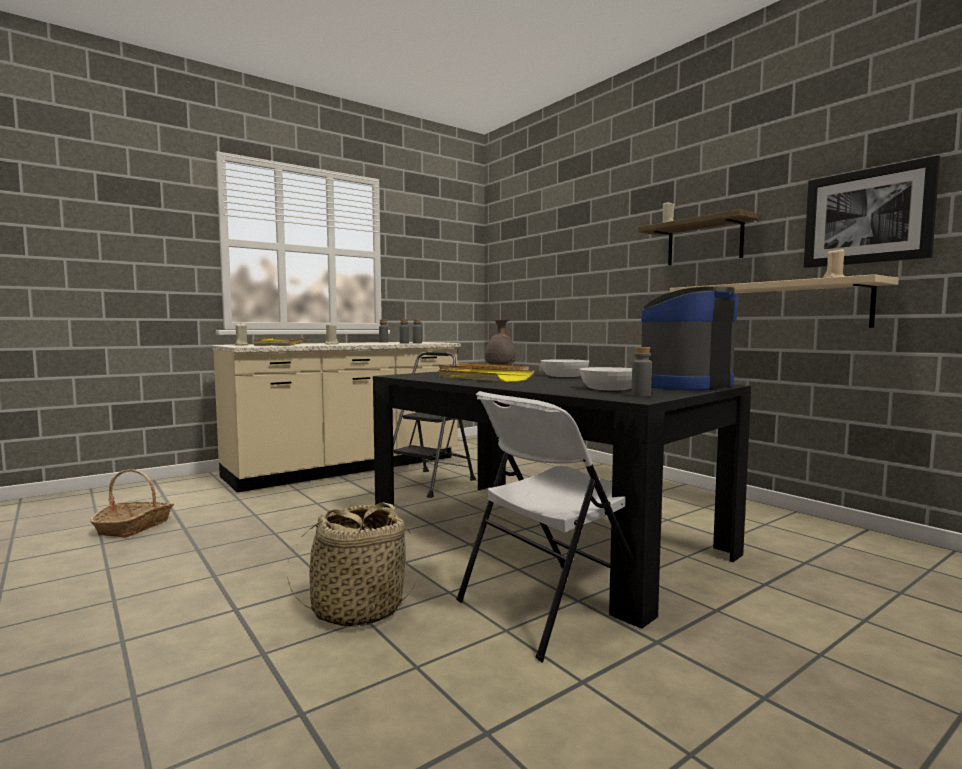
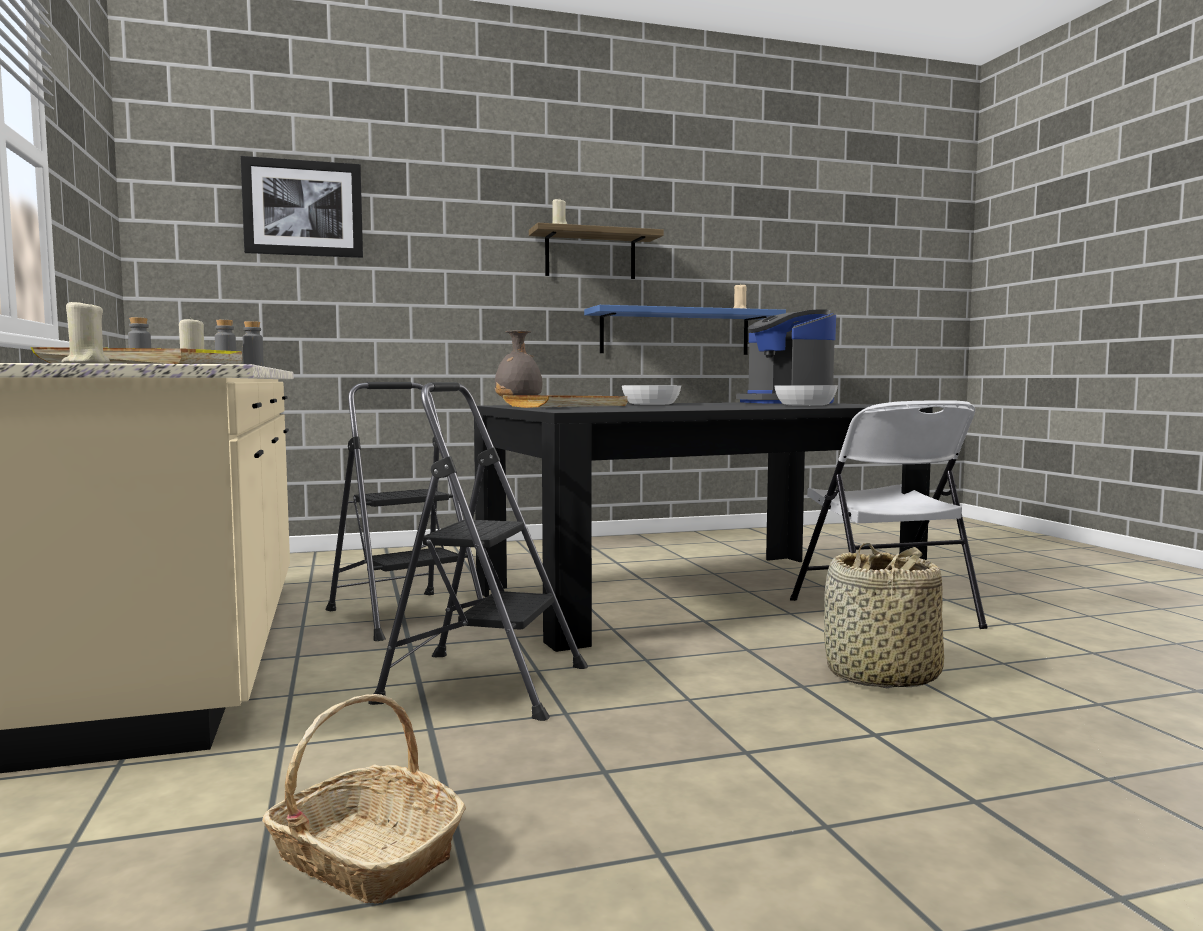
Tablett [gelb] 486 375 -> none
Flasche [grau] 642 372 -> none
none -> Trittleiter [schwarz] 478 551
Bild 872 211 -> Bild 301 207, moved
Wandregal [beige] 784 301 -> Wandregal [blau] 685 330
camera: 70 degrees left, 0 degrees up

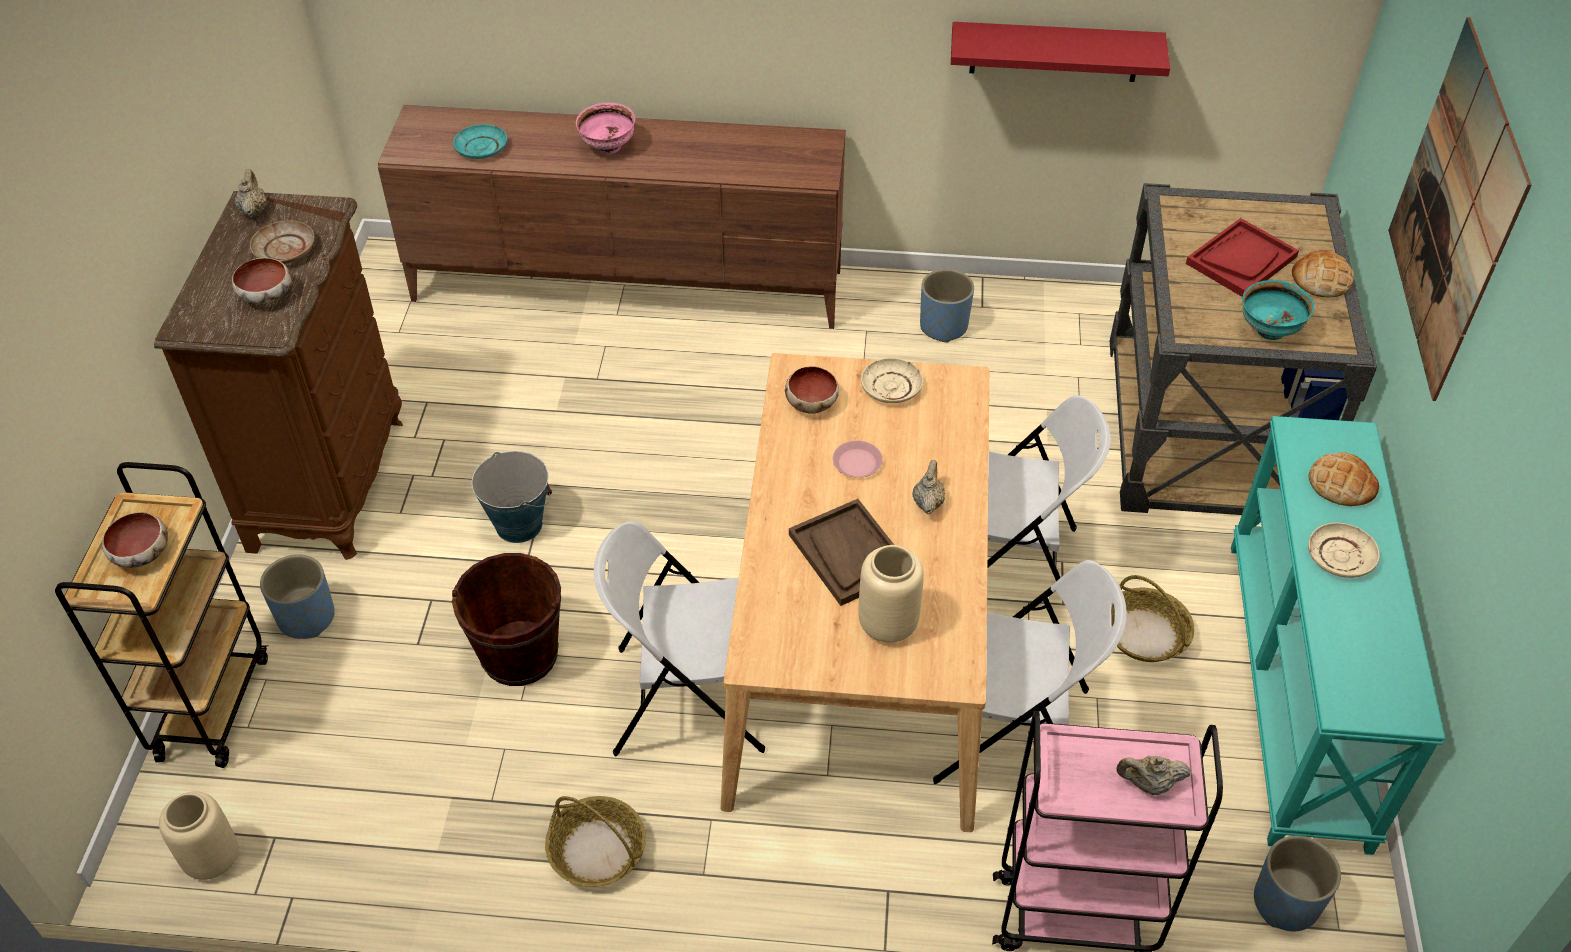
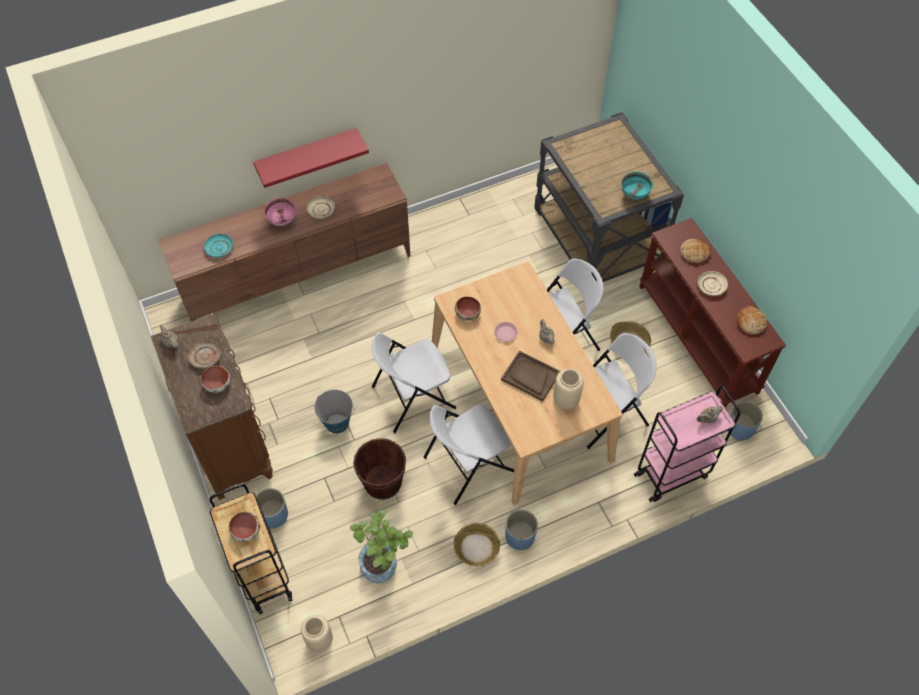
Tablett [rot] 1242 257 -> none
Bild 1460 209 -> none
none -> Topfpflanze 381 546
none -> Stuhl [weiß] 414 382
Teller [beige] 892 380 -> Teller [beige] 321 207, moved
Pflanzkübel [blau] 947 306 -> Pflanzkübel [blau] 522 530, moved
Wandregal [rot] 1060 52 -> Wandregal [rot] 311 158, moved
Brot 1323 273 -> Brot 751 320, moved
Konsolentisch [türkis] 1338 635 -> Konsolentisch [braun] 712 313
camera: 30 degrees left, 10 degrees up

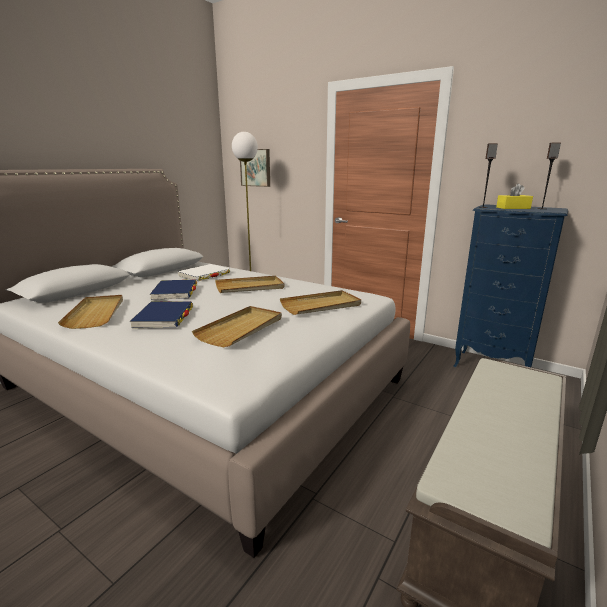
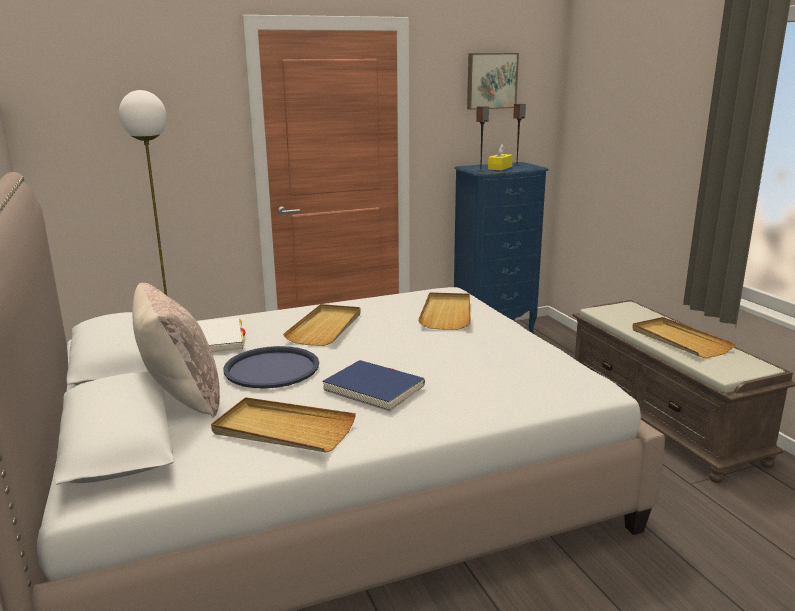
none -> Kissen [beige] 176 350
Tablett [beige] 237 326 -> Tablett [beige] 683 337, moved
Bild 255 168 -> Bild 493 81, moved
Buch [blau] 173 290 -> Tablett [blau] 271 367
camera: 55 degrees left, 0 degrees up

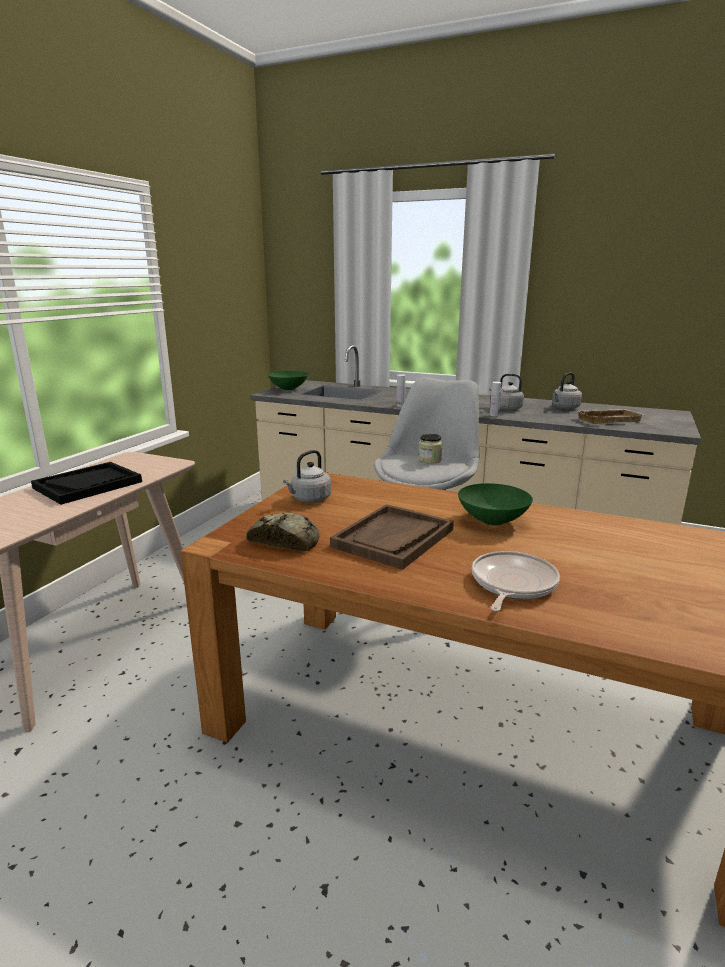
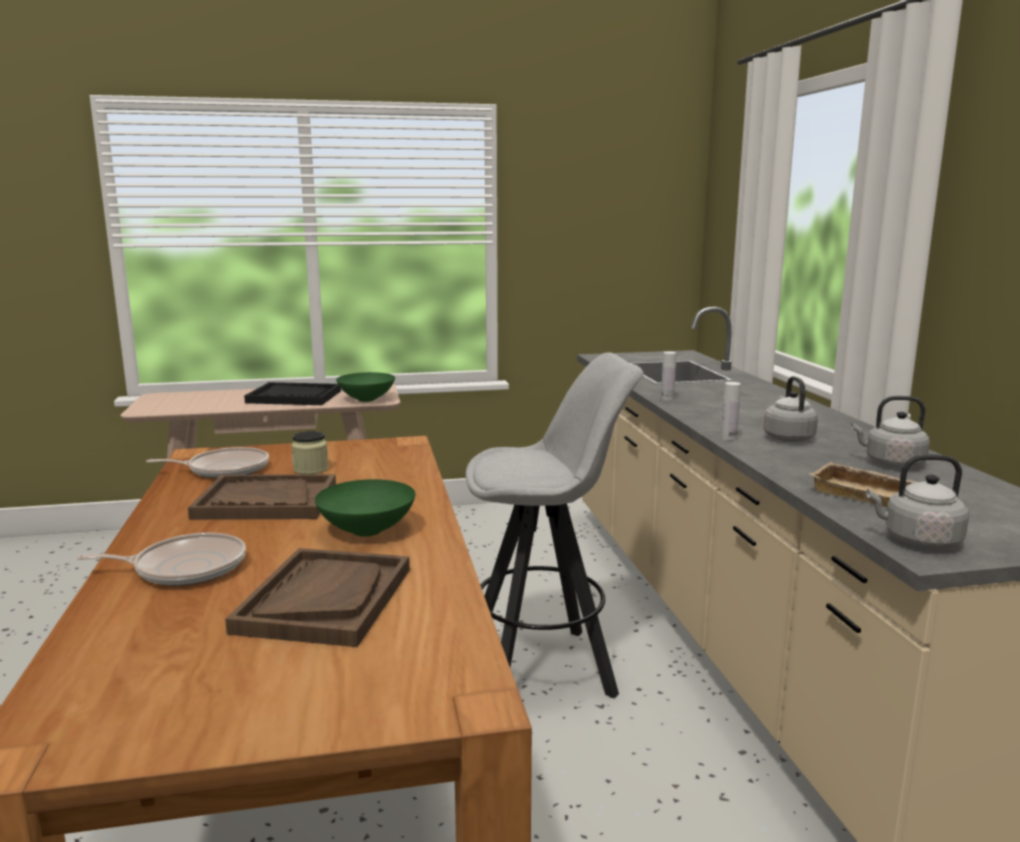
none -> Tablett [braun] 317 597
Schüssel [grün] 288 380 -> Schüssel [grün] 365 387, moved
Wasserkessel [grau] 307 476 -> Wasserkessel [grau] 917 501, moved
Vorratsglas 430 449 -> Vorratsglas 309 452, moved
Brot 282 531 -> Pfanne 207 462
camera: 55 degrees right, 5 degrees down

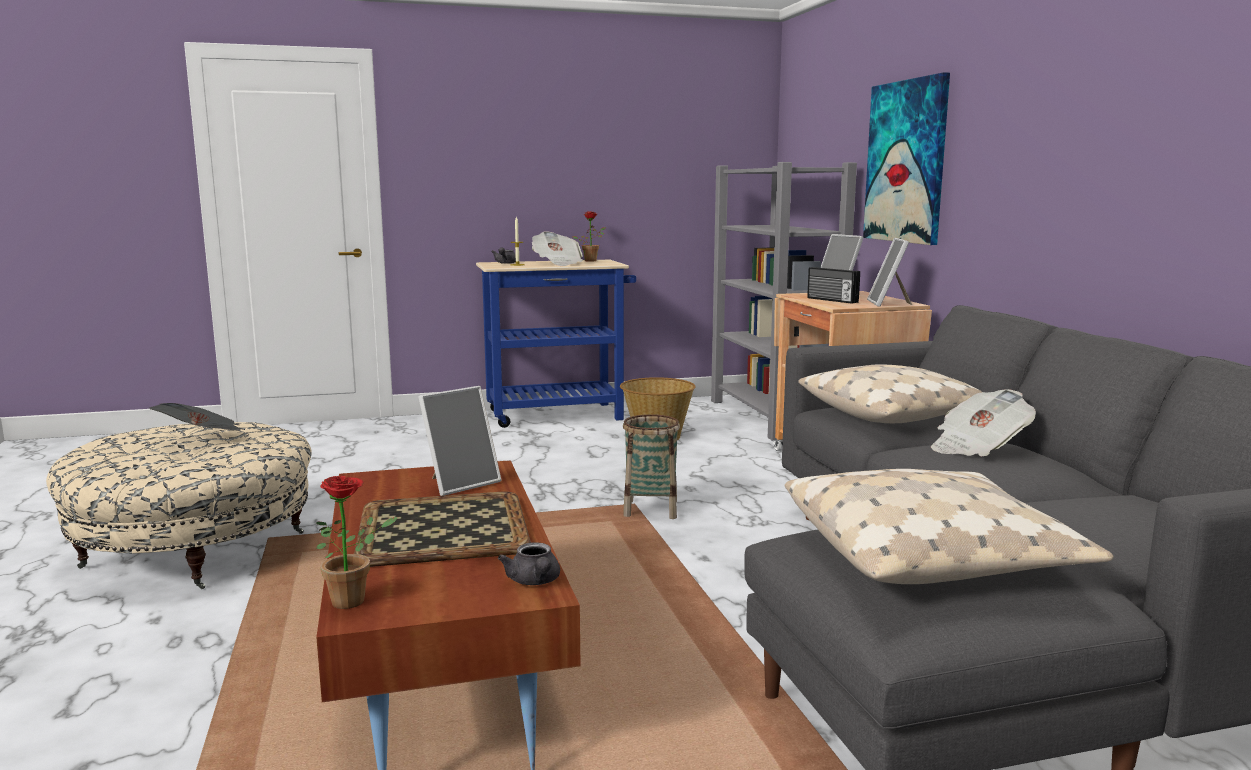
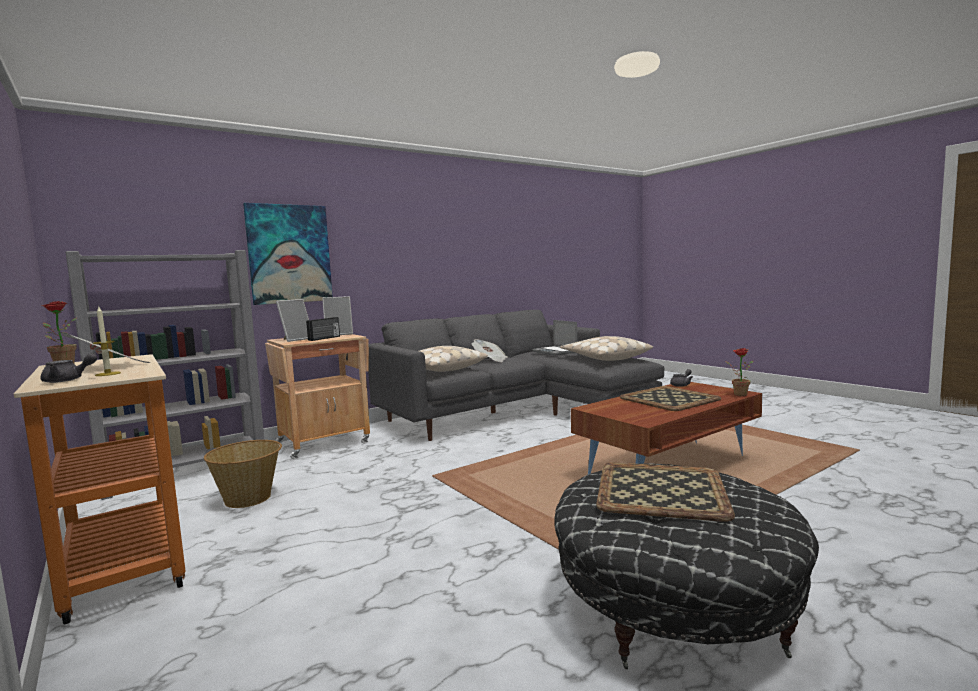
Bilderrahmen 460 441 -> none
Korb 651 466 -> none
none -> Laptop 554 338
Zeitung 196 416 -> Tablett 665 492
Polsterhocker [beige] 179 505 -> Polsterhocker [schwarz] 686 566
Rollwagen [blau] 556 344 -> Rollwagen [orange] 100 489
camera: 110 degrees left, 5 degrees down

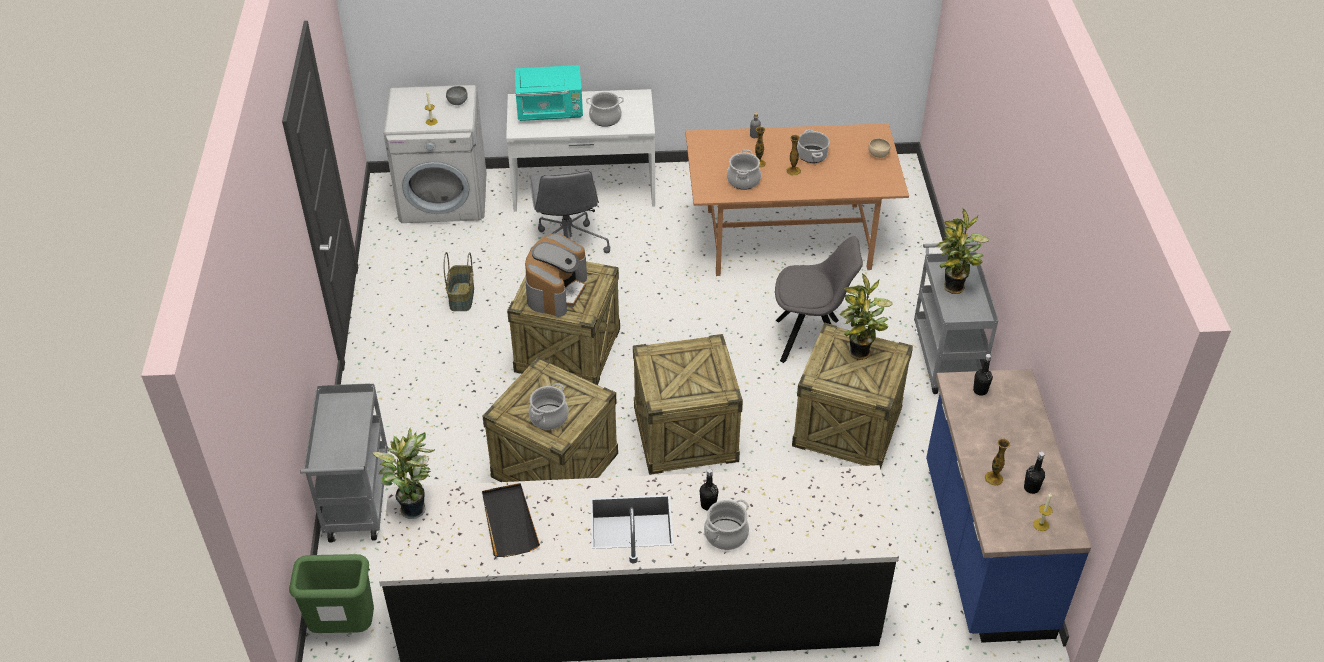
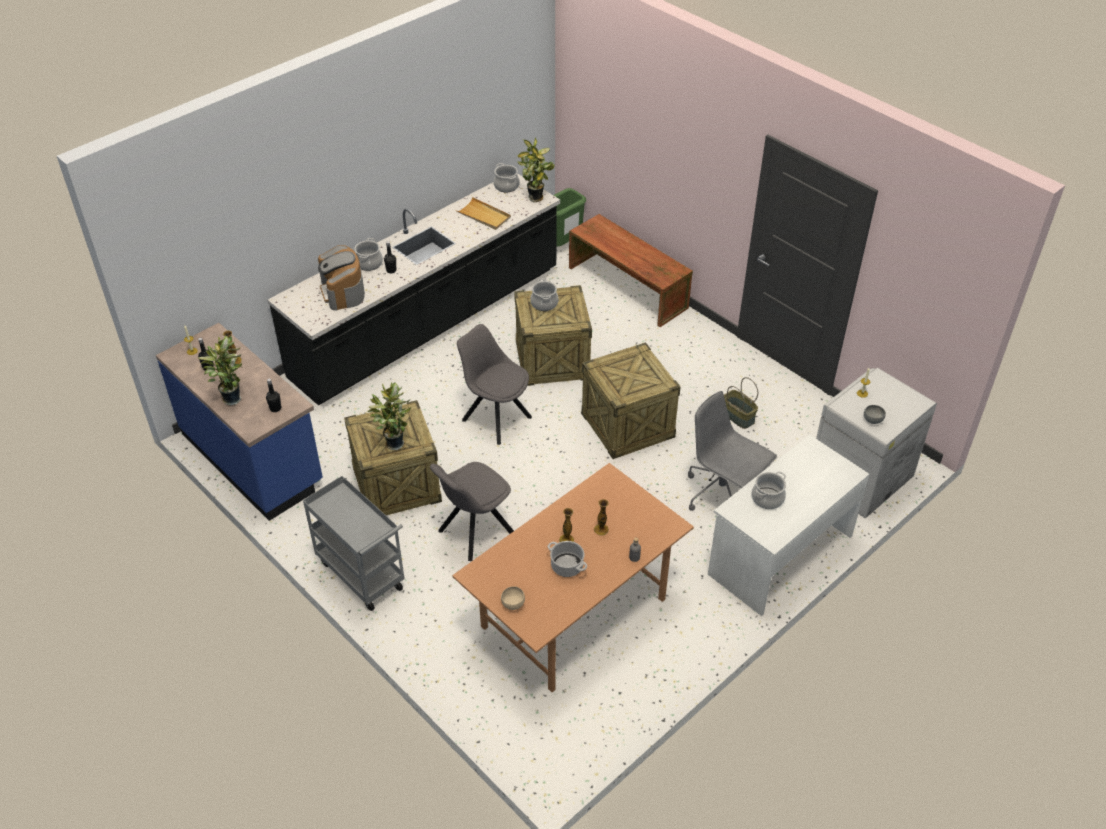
Mikrowelle [türkis] 549 93 -> none
Kaffeemaschine 556 275 -> Kaffeemaschine 341 278, moved
Kochtopf 744 169 -> Kochtopf 506 177, moved
Topfpflanze 962 250 -> Topfpflanze 220 370, moved
Rollwagen [grau] 344 462 -> Bank [braun] 631 270
Kiste 688 404 -> Stuhl [grau] 494 384
Tablett [schwarz] 511 520 -> Tablett [beige] 483 213
camera: 140 degrees right, 0 degrees up

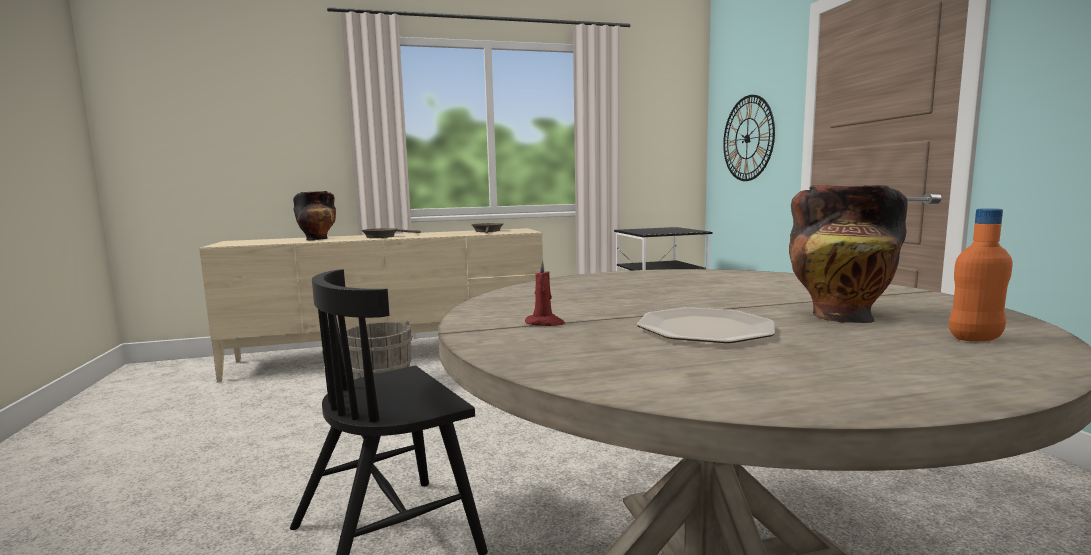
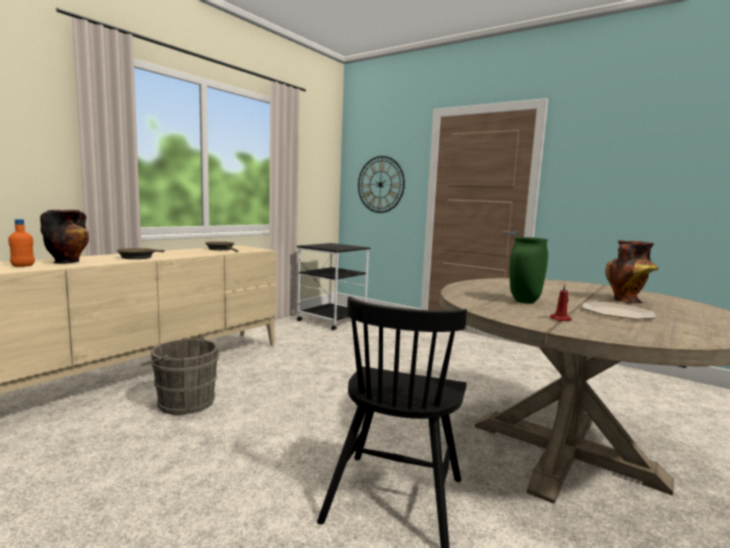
none -> Vase [grün] 528 270
Flasche [orange] 981 274 -> Flasche [orange] 21 243, moved
camera: 40 degrees left, 0 degrees up

